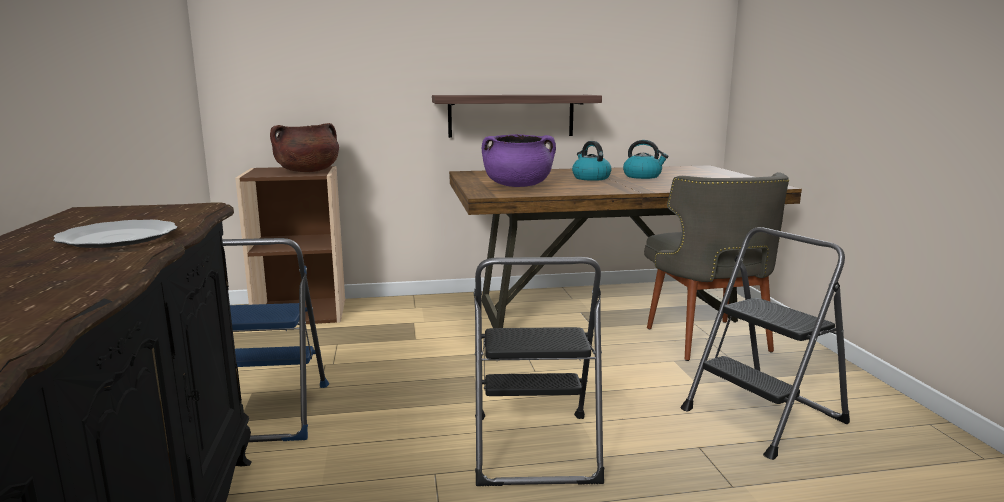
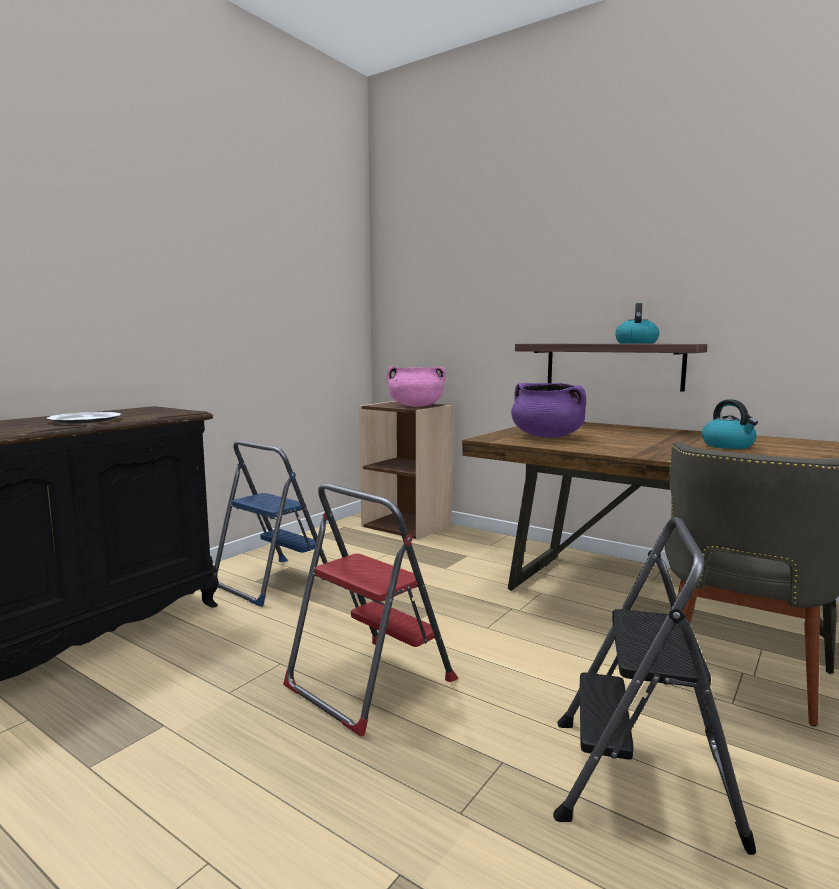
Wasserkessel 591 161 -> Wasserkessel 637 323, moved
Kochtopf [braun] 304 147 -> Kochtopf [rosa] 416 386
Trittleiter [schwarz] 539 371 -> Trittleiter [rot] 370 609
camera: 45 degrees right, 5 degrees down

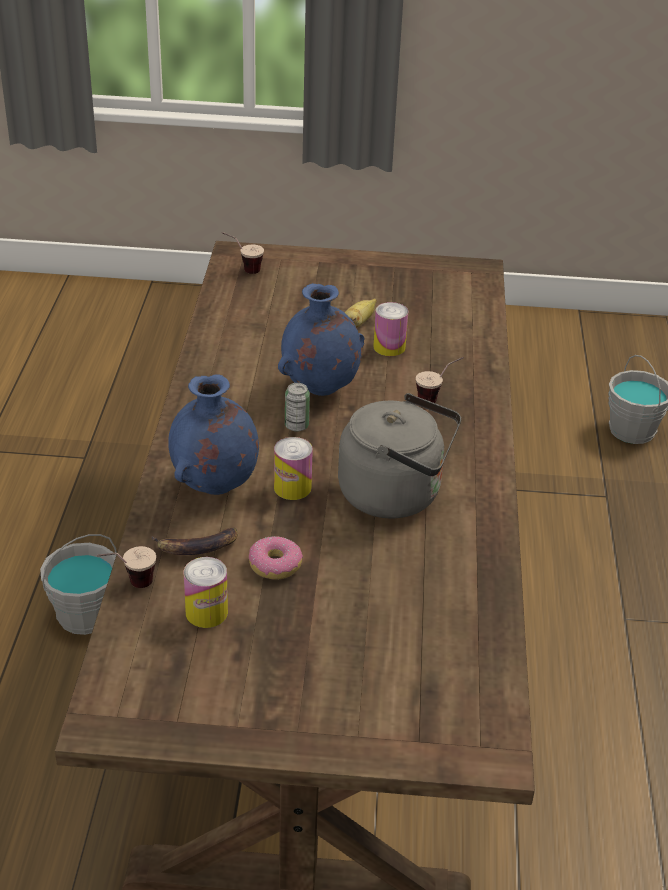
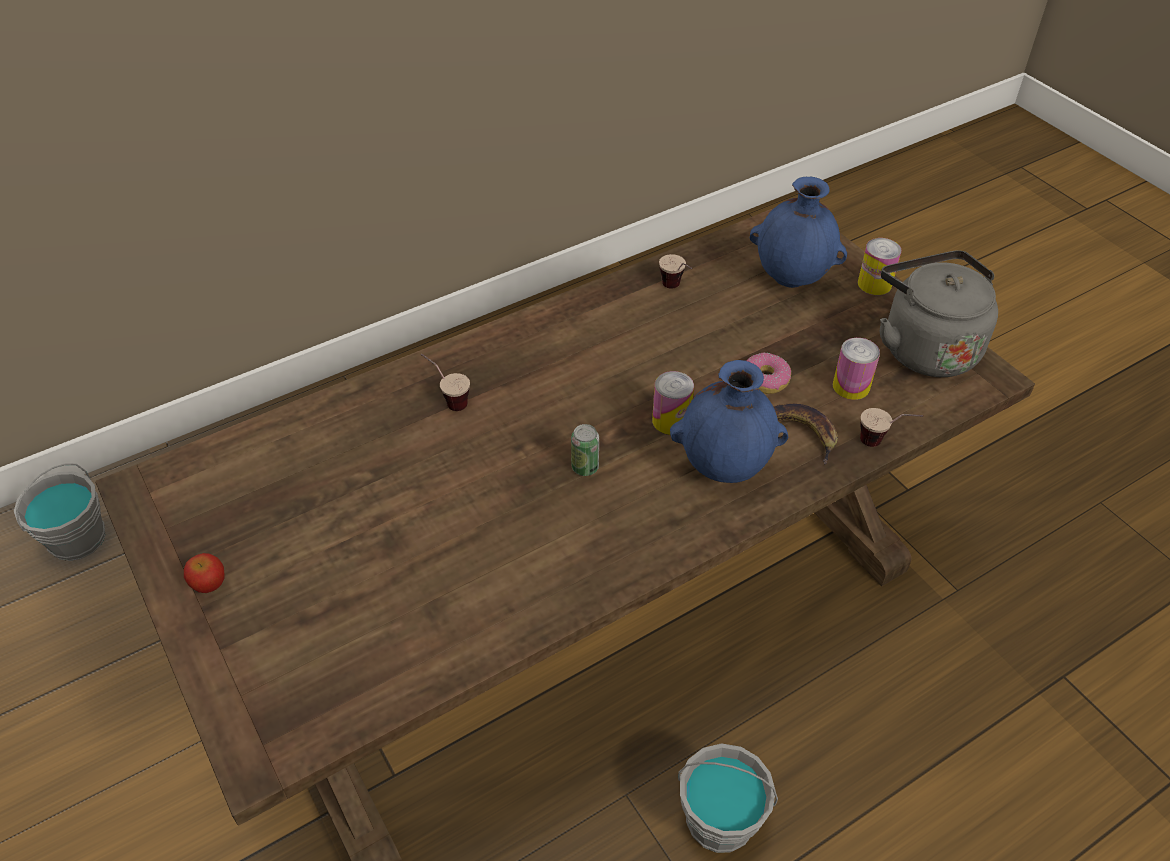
Banane 360 313 -> none
none -> Apfel 204 573
Tasse 243 253 -> Tasse 675 271, moved
Vase [blau] 321 339 -> Vase [blau] 798 232, moved
Wasserkessel [grau] 399 455 -> Wasserkessel [grau] 939 313, moved
Dose 390 329 -> Dose 879 266, moved
camera: 125 degrees left, 10 degrees up

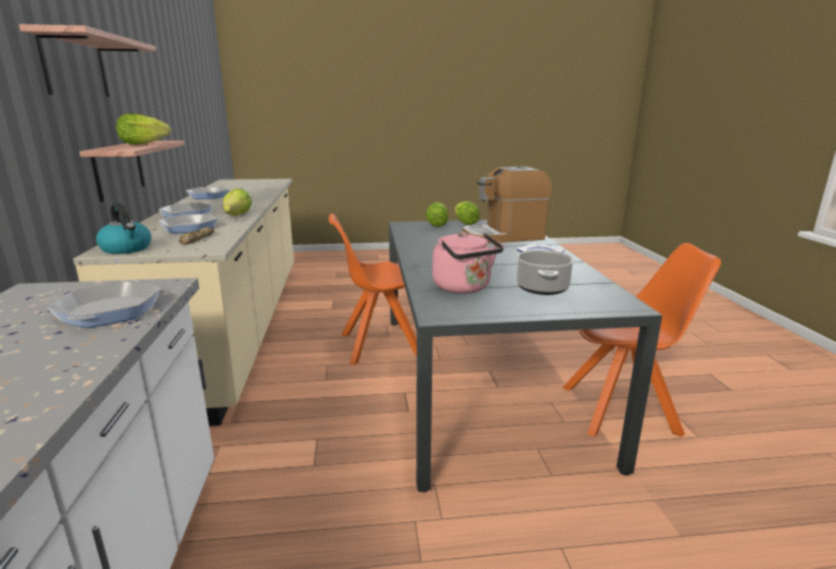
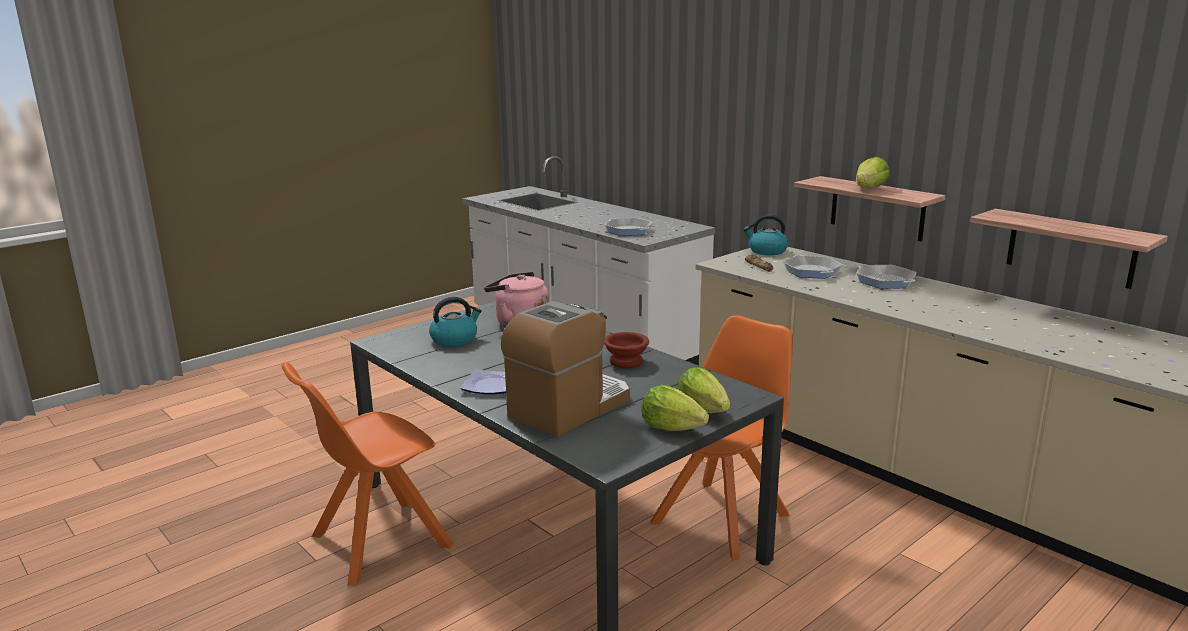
Pfanne 208 193 -> none
Salatkopf 237 201 -> none
none -> Schüssel [braun] 626 350
Wandregal 87 60 -> Wandregal 1069 249, moved
Kochtopf 545 272 -> Wasserkessel 455 322
camera: 145 degrees right, 0 degrees up

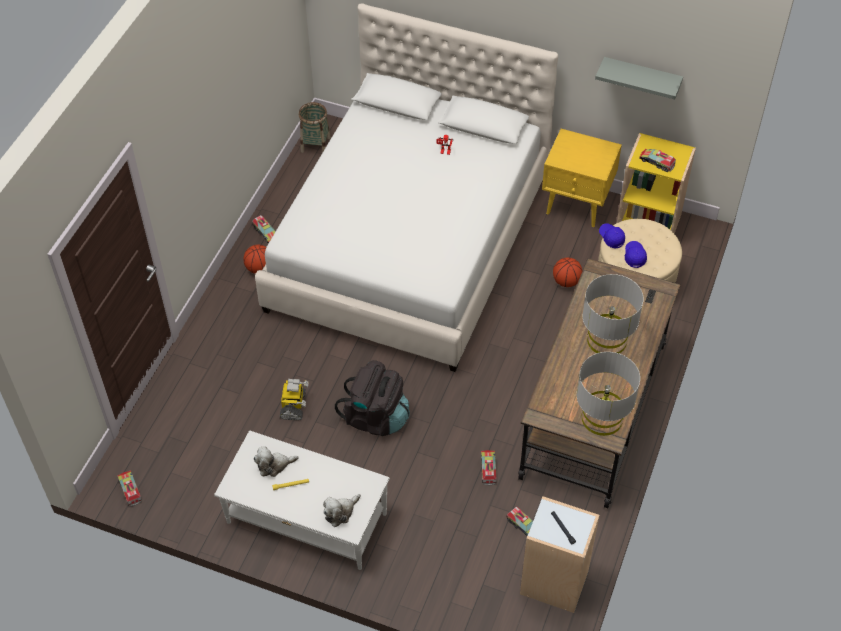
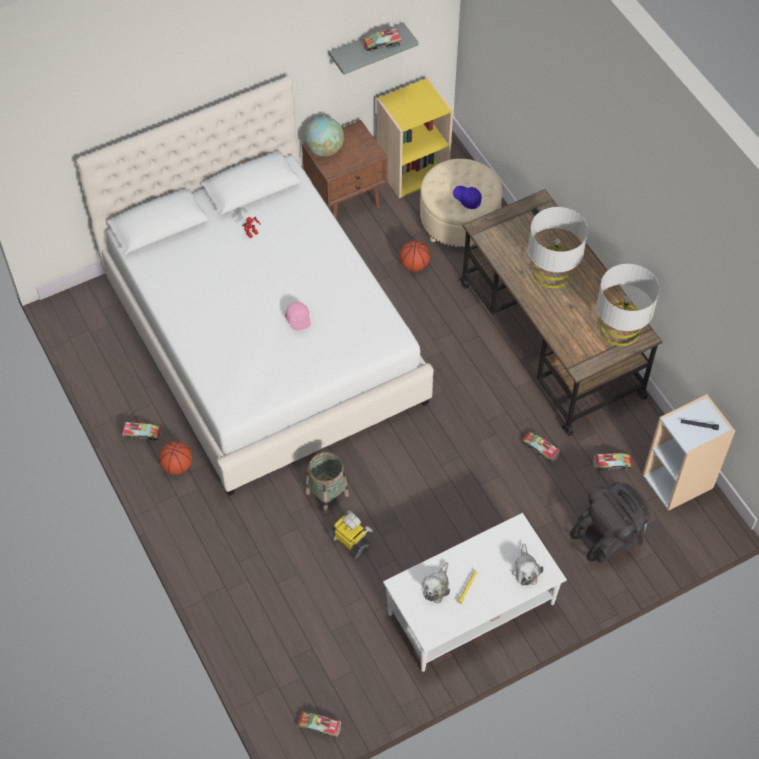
Kappe [blau] 612 236 -> none
none -> Kappe [rosa] 298 316
none -> Globus 324 137
Korb 315 127 -> Korb 327 482, moved
Rucksack [schwarz] 372 398 -> Rucksack [schwarz] 610 522, moved
Spielzeuglaster 658 160 -> Spielzeuglaster 382 40, moved
Nachttisch [gelb] 582 178 -> Nachttisch [braun] 345 170
camera: 50 degrees left, 5 degrees up

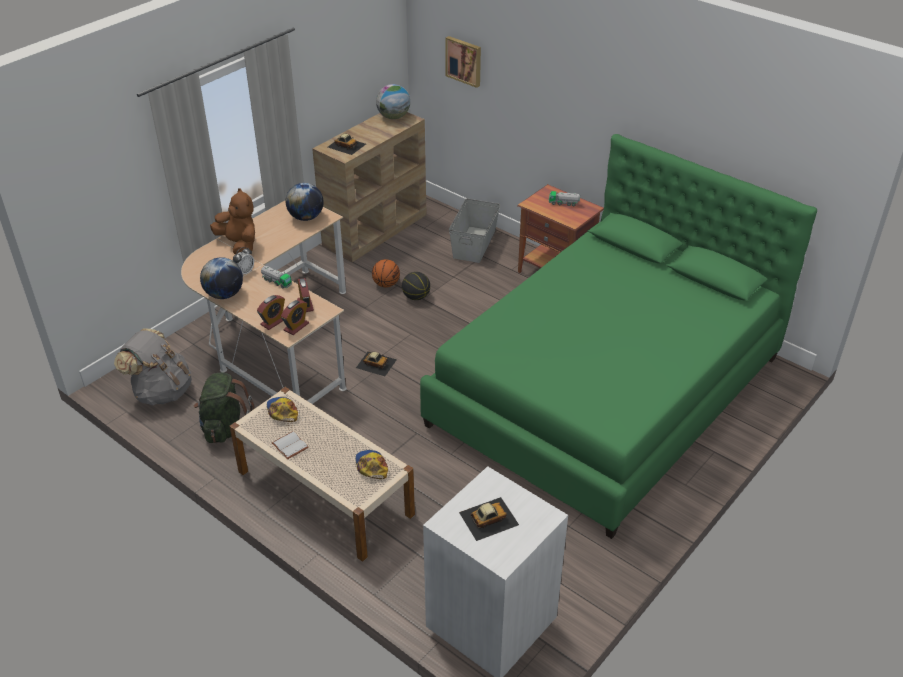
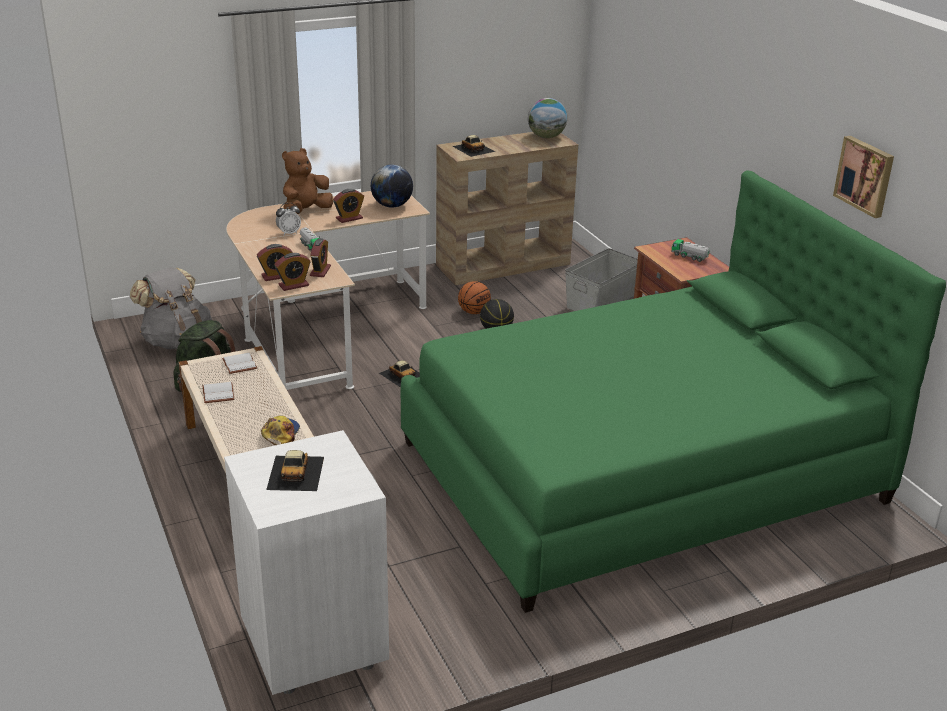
Globus 221 278 -> none
none -> Wecker 348 206
Bild 463 62 -> Bild 863 177, moved
Kappe 282 409 -> Buch [weiß] 239 363
Plüschtier [braun] 232 221 -> Plüschtier [braun] 307 181, 120 degrees counterclockwise
Spielzeugauto 489 519 -> Spielzeugauto 295 470, 90 degrees clockwise
camera: 25 degrees right, 10 degrees down

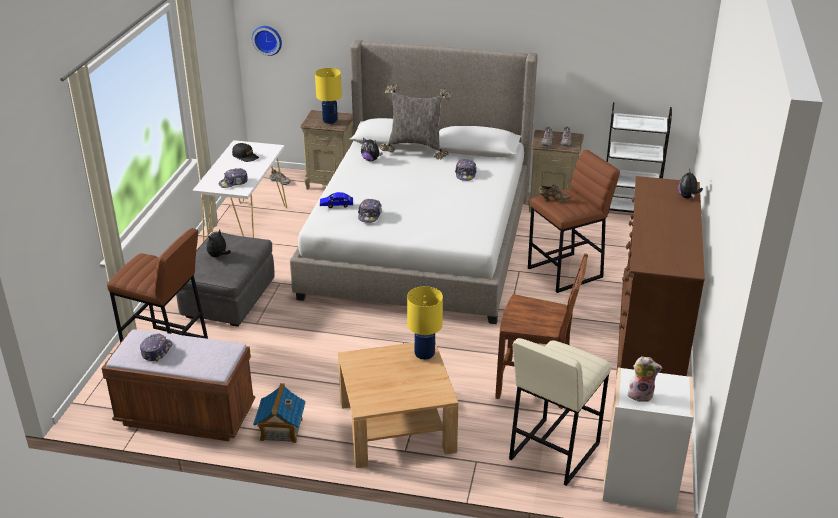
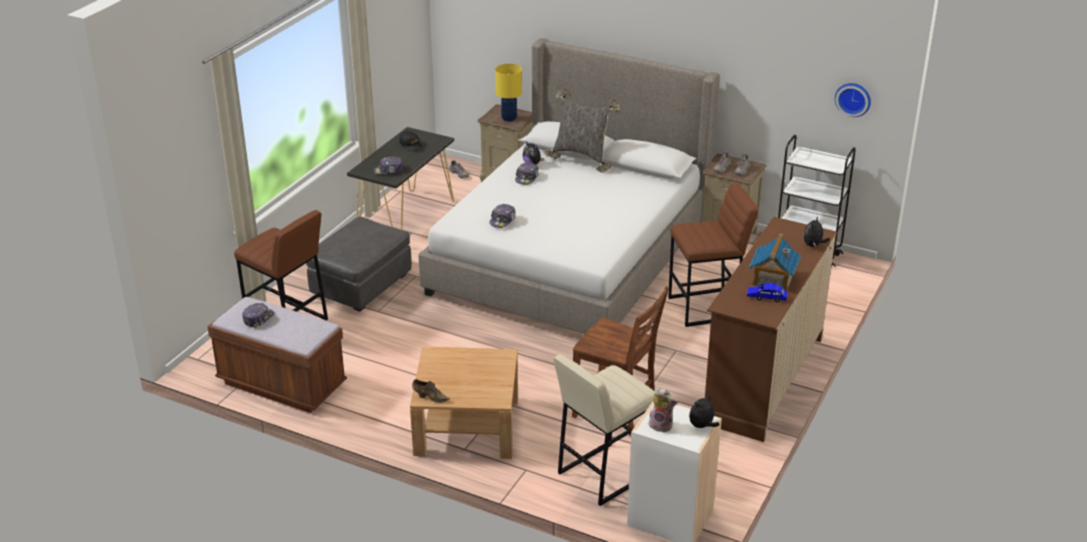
Tischlampe [gelb] 425 323 -> none
Plüschtier 218 243 -> Plüschtier 704 411, moved
Wanduhr 267 41 -> Wanduhr 853 100, moved
Spielzeughaus 279 413 -> Spielzeughaus 775 263, moved
Spielzeugauto [blau] 336 200 -> Spielzeugauto [blau] 767 292, moved
Kappe 466 170 -> Kappe 527 173, moved
Schuh [braun] 555 193 -> Schuh [braun] 431 391, moved
Konsolentisch [weiß] 239 191 -> Konsolentisch [schwarz] 400 178
camera: 15 degrees right, 0 degrees up

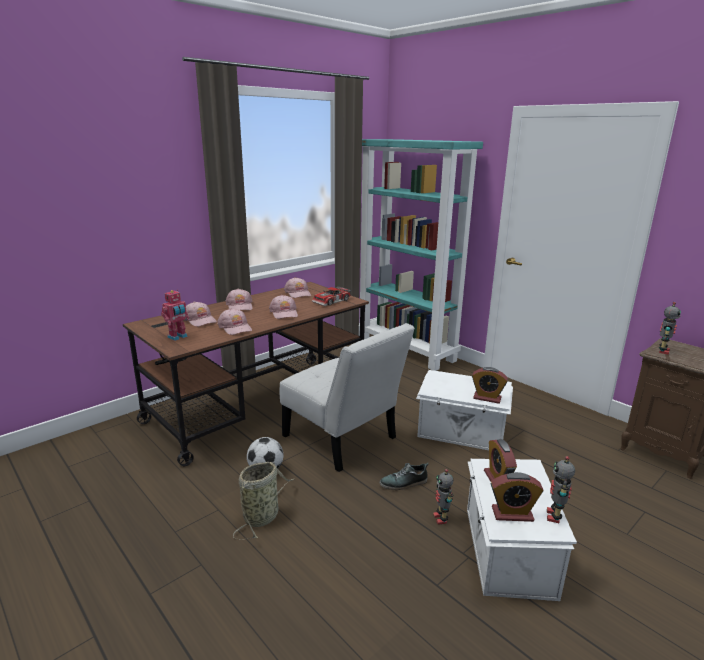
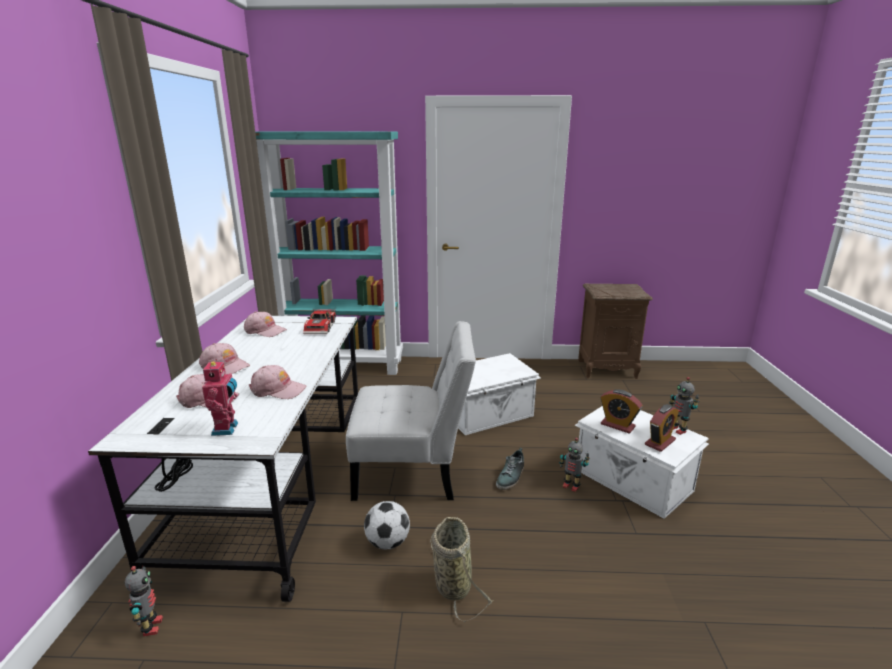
Kappe [rosa] 283 307 -> none
Wecker 490 385 -> none
Spielzeugroboter 670 328 -> Spielzeugroboter 144 601, moved
Schreibtisch [braun] 246 374 -> Schreibtisch [weiß] 223 459
camera: 45 degrees left, 0 degrees up

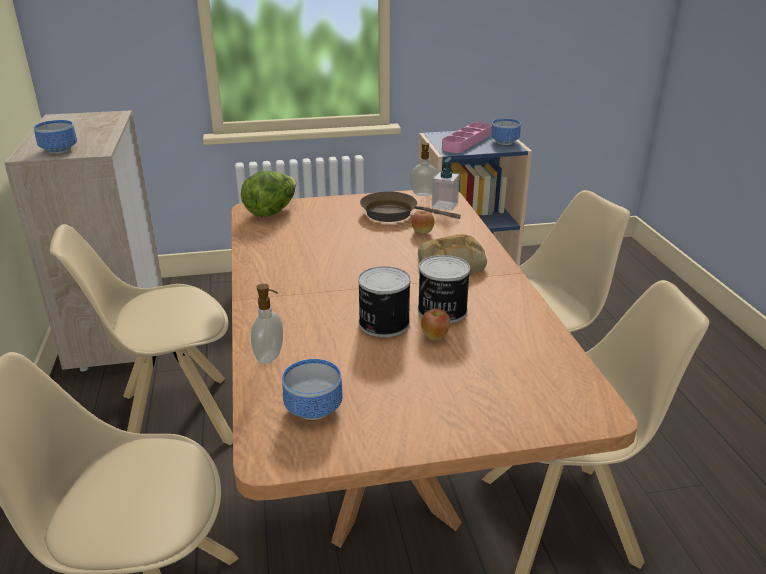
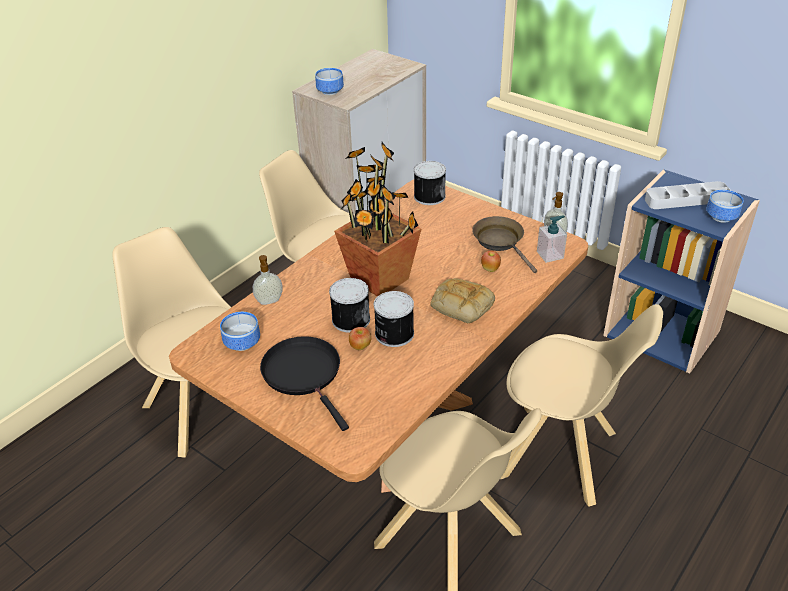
none -> Pfanne [schwarz] 304 383
none -> Topfpflanze 378 219
Salatkopf 268 194 -> Dose 430 183
Tablett [rosa] 467 137 -> Tablett [grau] 688 195
camera: 50 degrees right, 10 degrees up

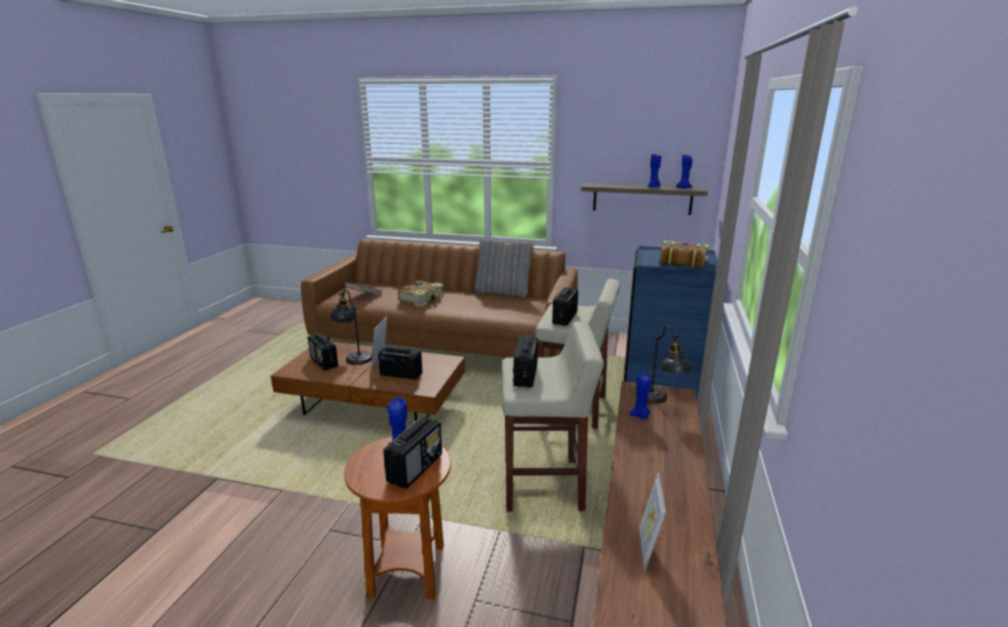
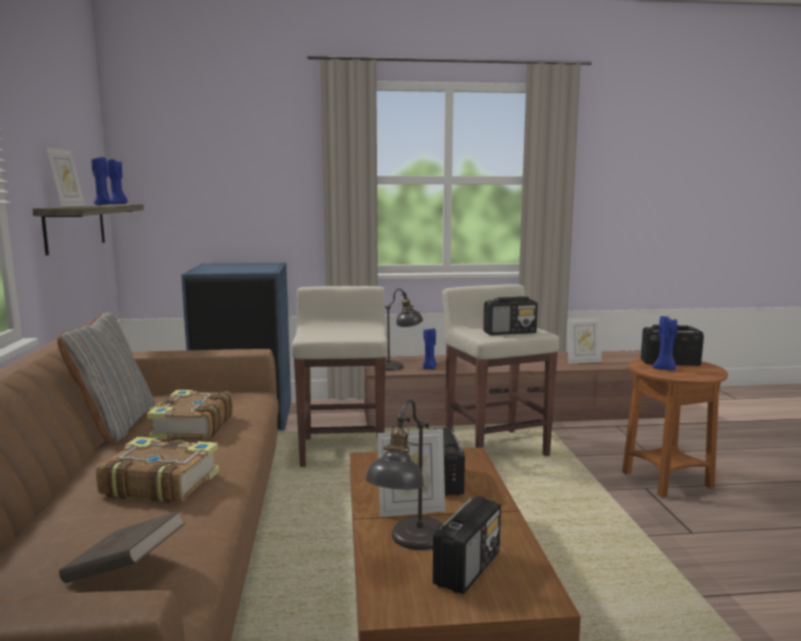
Radio 565 306 -> none
none -> Bilderrahmen 65 177
Buch 684 254 -> Buch 190 414, moved
camera: 110 degrees left, 10 degrees down

